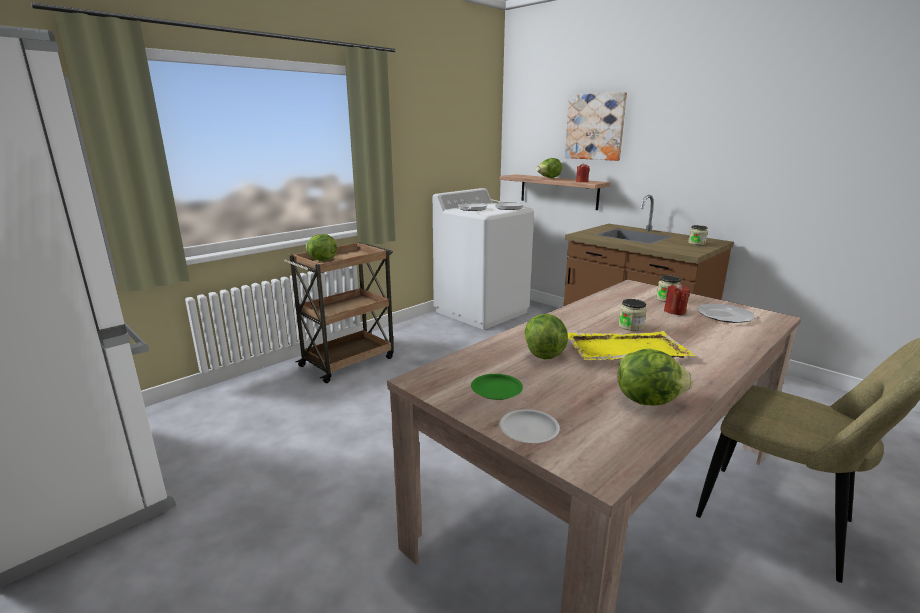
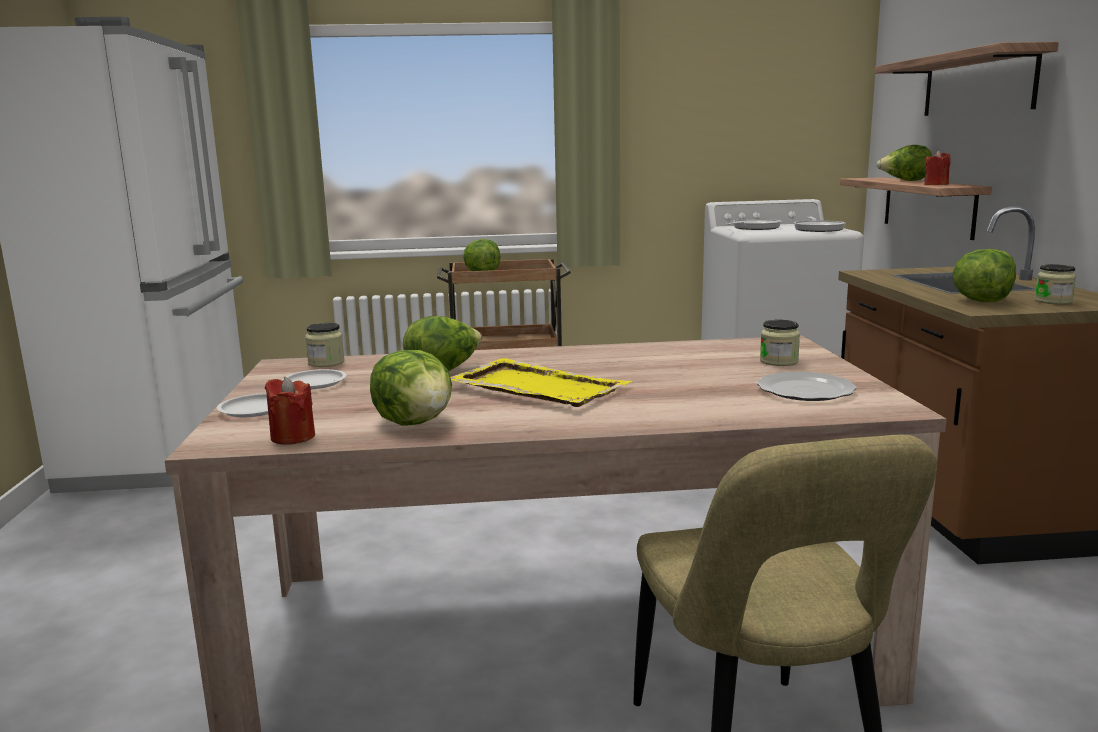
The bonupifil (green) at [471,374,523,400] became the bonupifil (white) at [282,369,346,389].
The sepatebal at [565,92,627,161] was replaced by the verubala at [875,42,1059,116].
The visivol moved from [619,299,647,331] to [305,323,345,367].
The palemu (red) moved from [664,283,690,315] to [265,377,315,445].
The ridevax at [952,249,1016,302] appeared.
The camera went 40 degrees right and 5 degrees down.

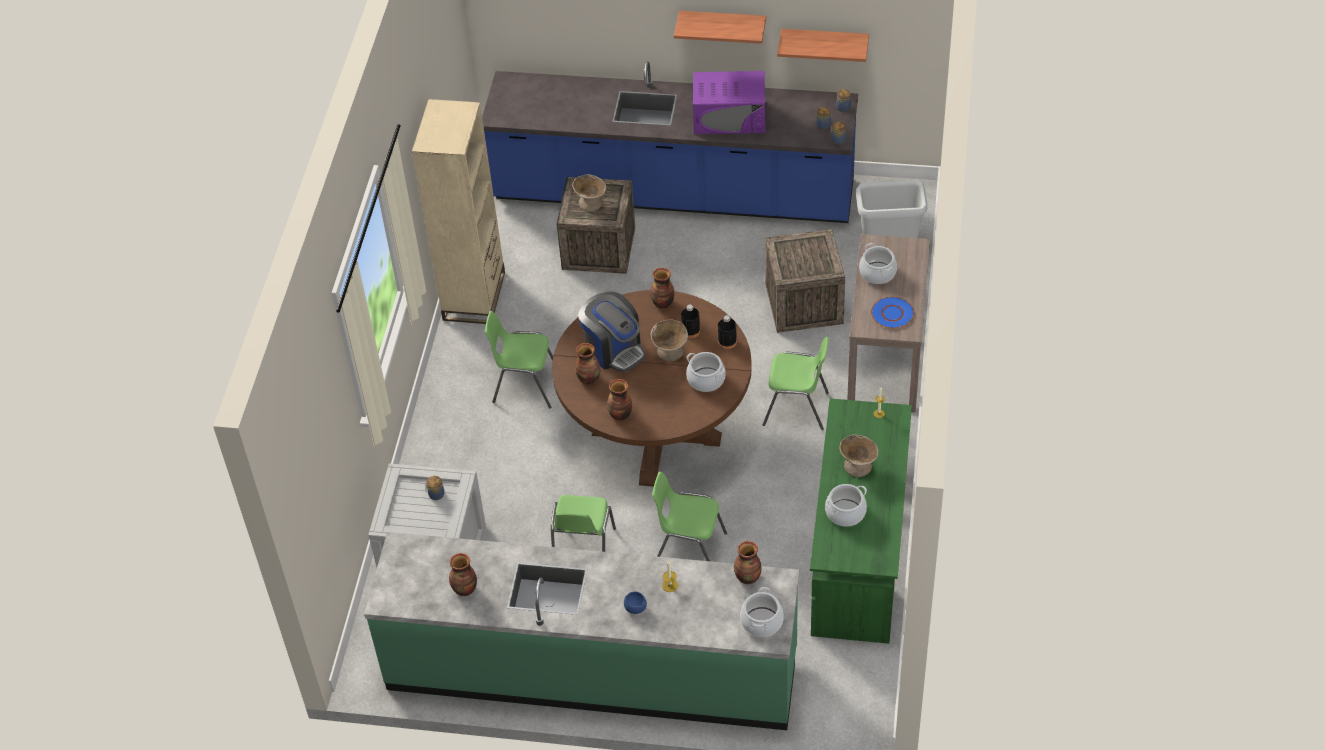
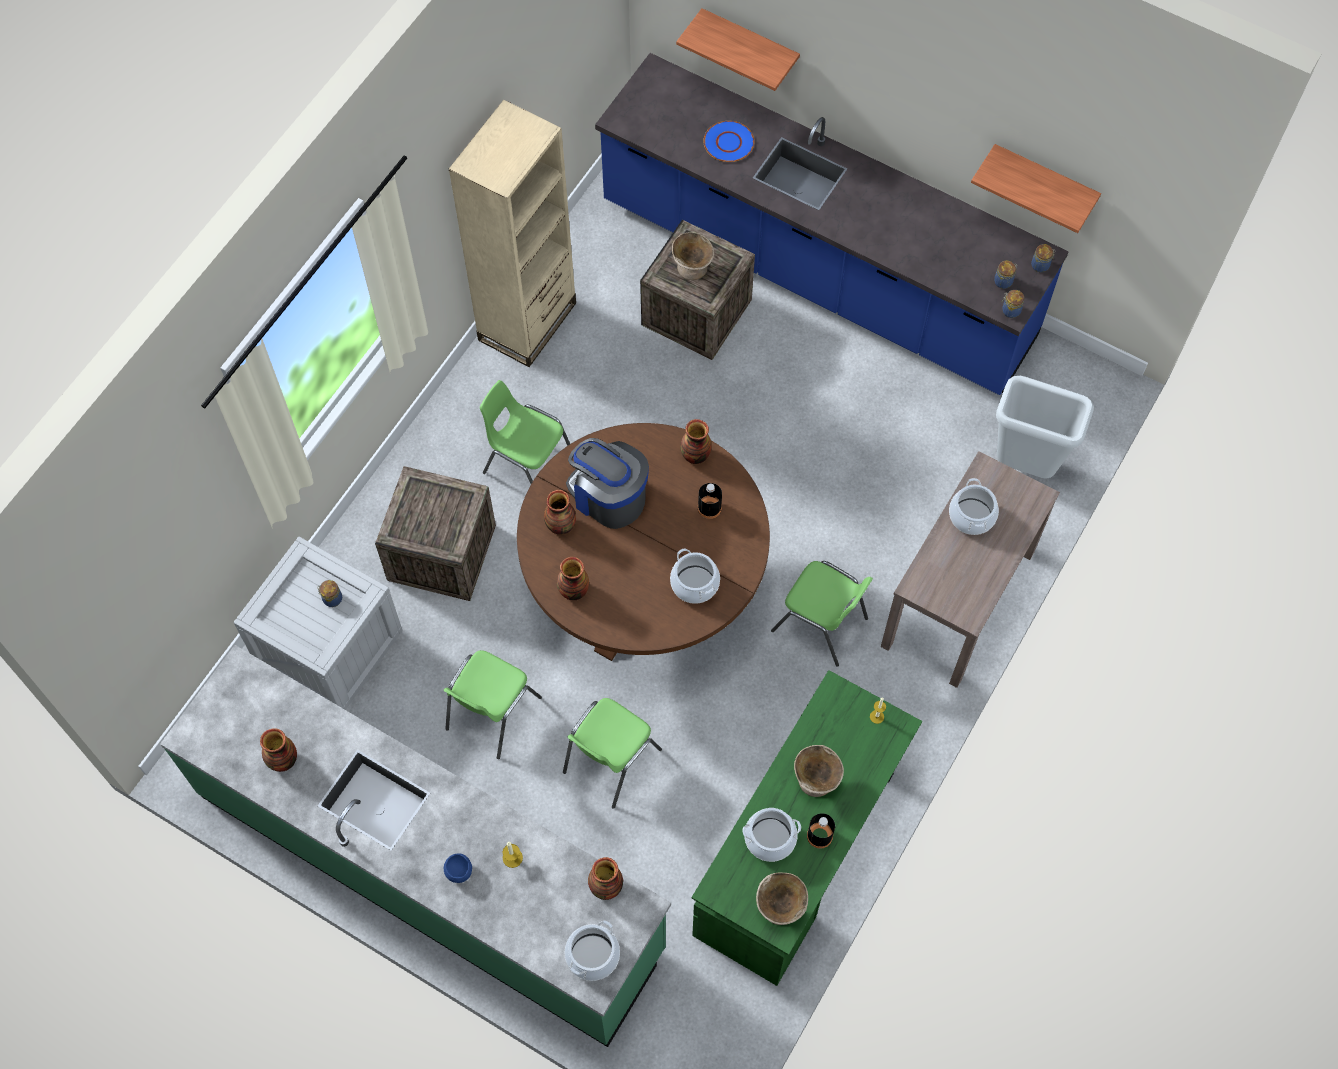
The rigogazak at [578,291,646,372] turned 150 degrees clockwise.
The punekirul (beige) moved from [651,320,688,362] to [756,873,808,925].
The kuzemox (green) at [652,472,727,561] turned 90 degrees counterclockwise.
The verubala moved from [674,11,766,44] to [676,8,800,91].
The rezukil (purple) at [693,71,765,134] disappeared.
The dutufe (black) moved from [718,315,737,349] to [807,813,835,849].
The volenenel moved from [765,229,845,333] to [375,466,496,601].
The bonupifil (blue) moved from [871,297,914,329] to [703,121,754,162].
The camera went 20 degrees right and 15 degrees up.

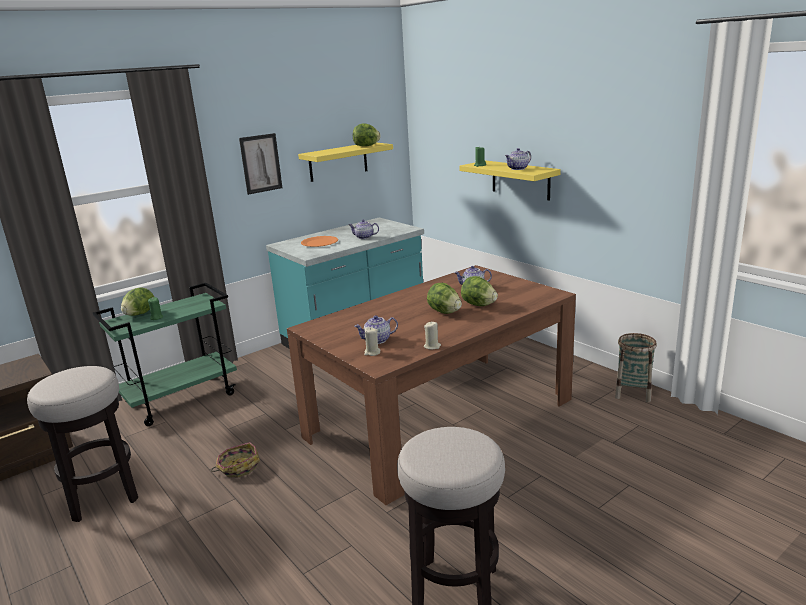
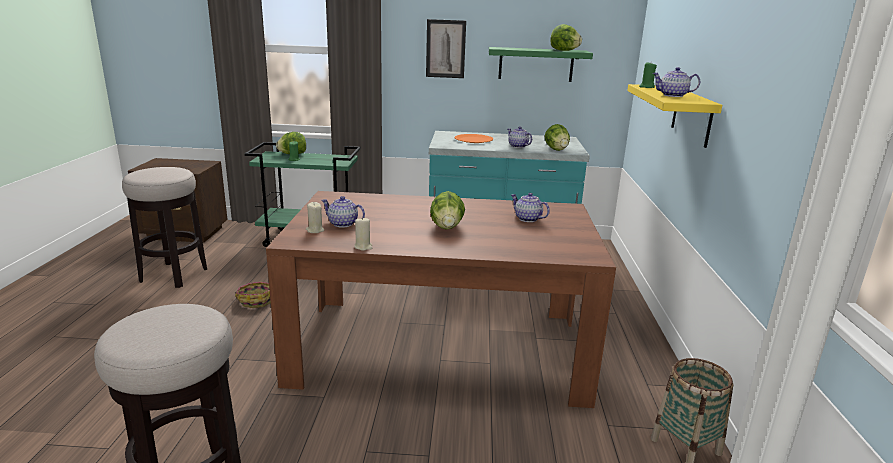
The verubala (yellow) at [298,143,393,182] became the verubala (green) at [489,47,593,82].
The ridevax moved from [461,276,498,306] to [544,124,570,151].
The camera went 40 degrees right and 0 degrees up.

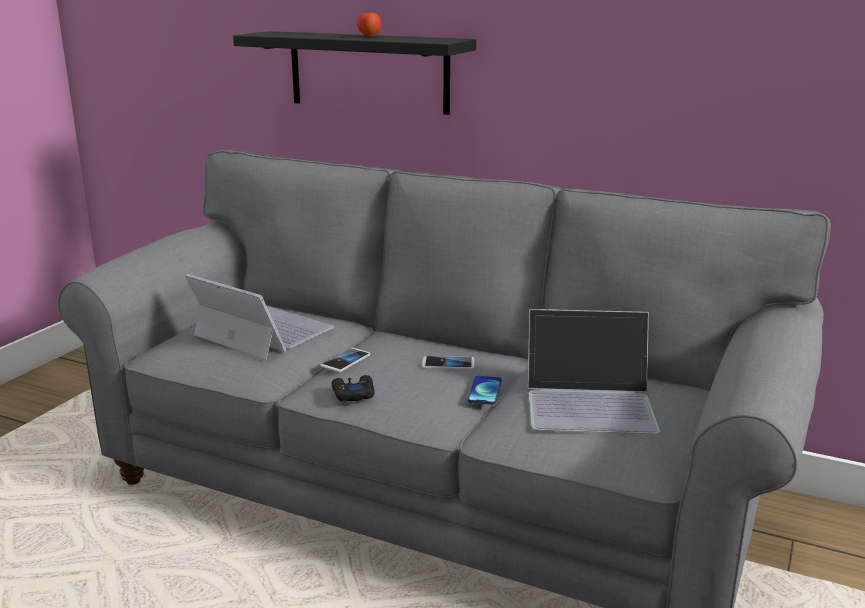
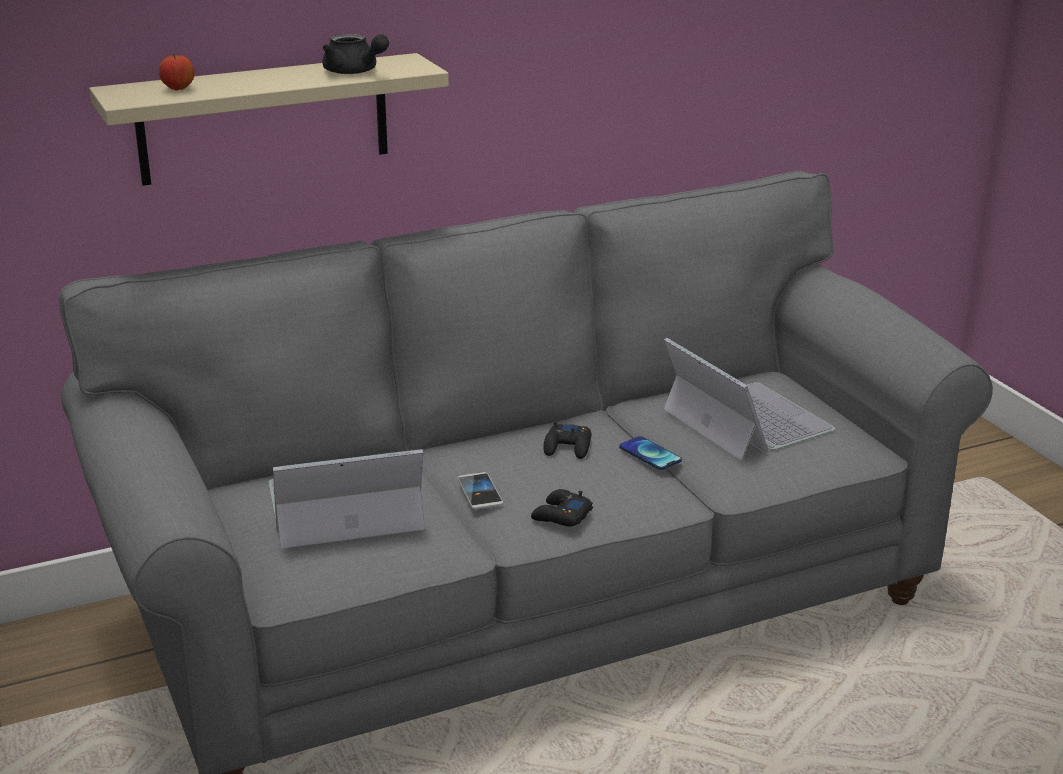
The verubala (black) at [233,31,476,115] became the verubala (beige) at [89,53,449,186].
The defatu moved from [357,10,381,37] to [159,54,194,90].
The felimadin at [422,356,475,369] was replaced by the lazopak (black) at [543,422,592,459].
The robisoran at [527,309,660,434] turned 75 degrees counterclockwise.
The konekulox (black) at [322,34,389,74] appeared.
The camera went 50 degrees left and 5 degrees up.

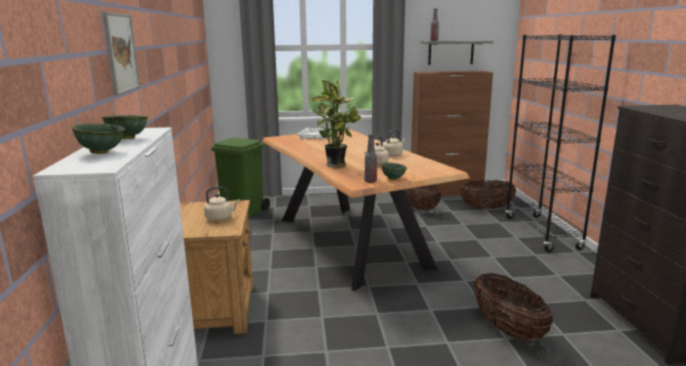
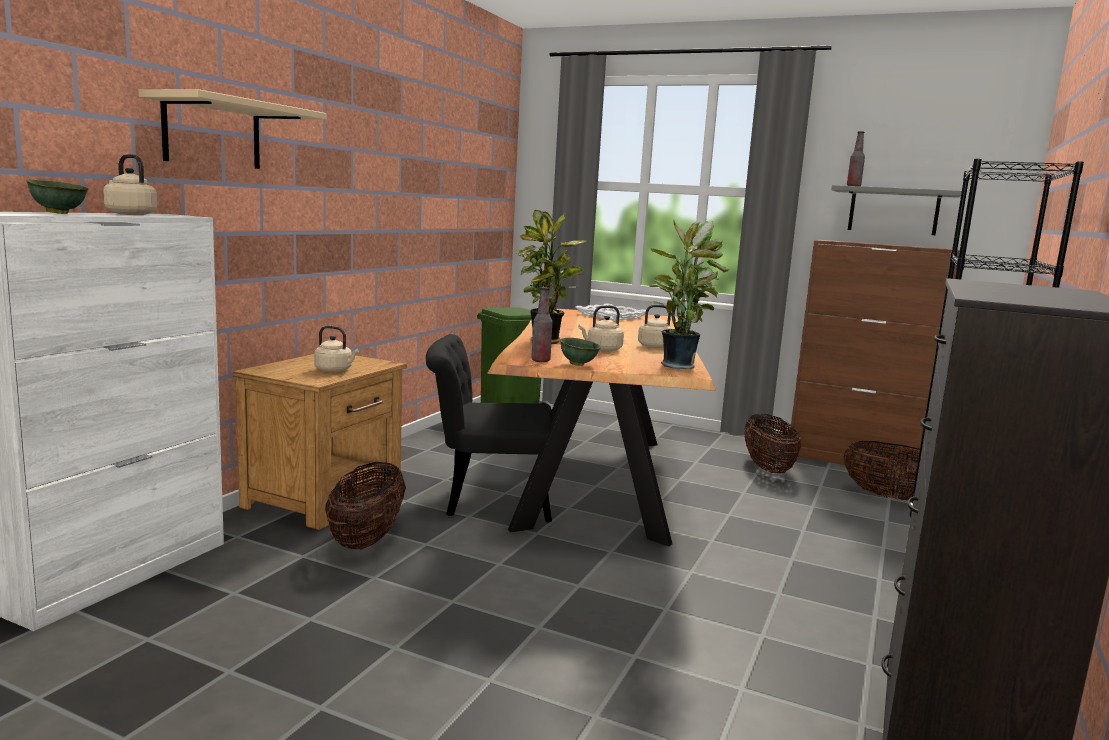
The sepatebal at [102,12,140,95] was replaced by the verubala (beige) at [138,89,326,169].
The punekirul (green) at [102,115,148,139] was replaced by the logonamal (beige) at [103,154,157,215].
The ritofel moved from [473,273,553,341] to [325,462,406,549].
The kuzemox (black) at [426,334,552,522] appeared.
The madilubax at [650,221,729,369] appeared.
The camera went 30 degrees right and 5 degrees down.

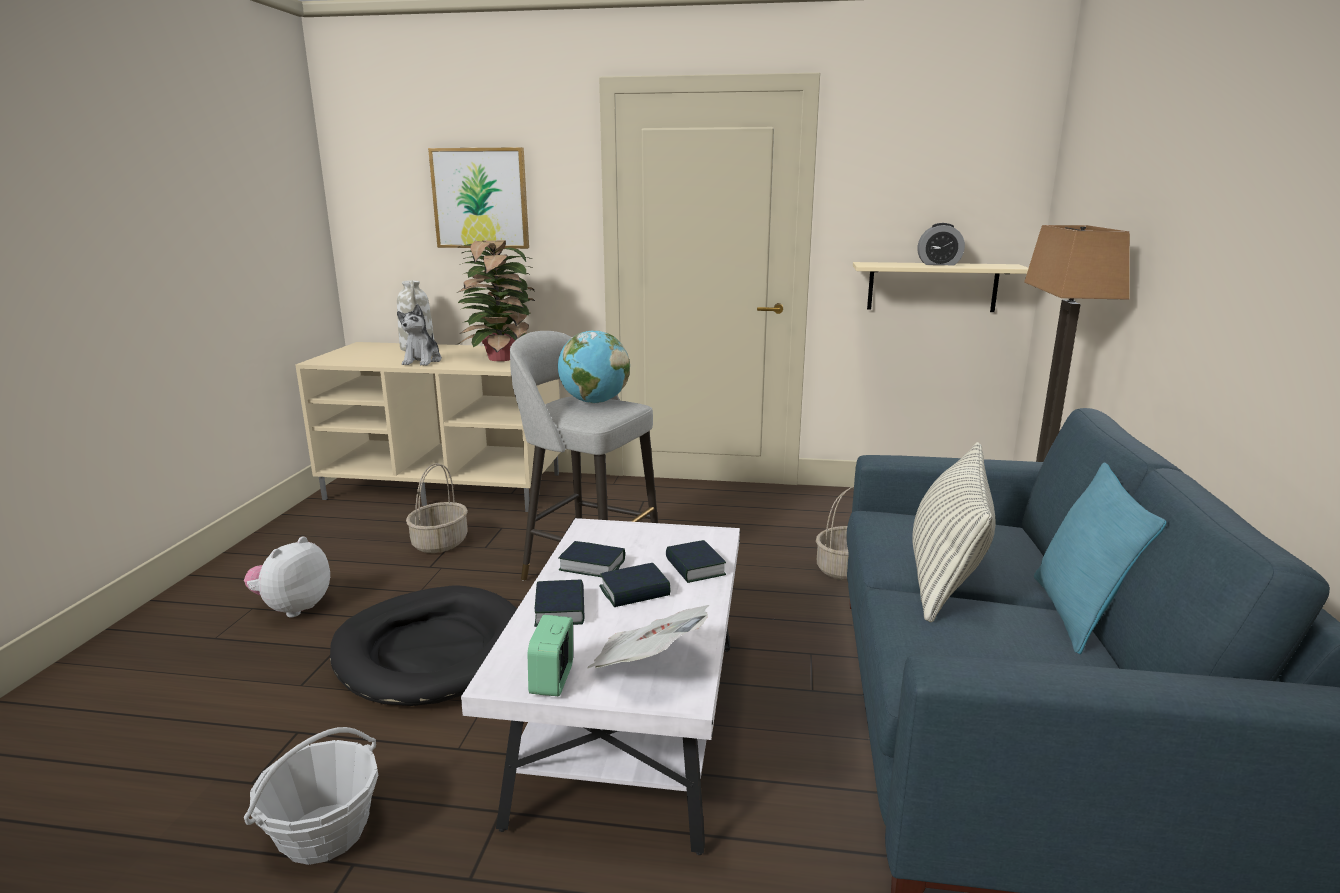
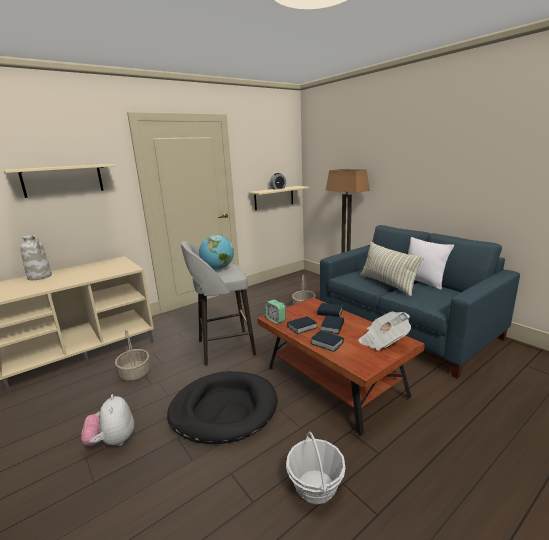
The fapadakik at [397,304,442,366] disappeared.
The sepatebal at [428,147,529,249] was replaced by the verubala (beige) at [4,164,115,198].
The madilubax at [457,240,535,361] disappeared.
The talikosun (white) at [461,518,740,855] became the talikosun (brown) at [257,297,425,436].
The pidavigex moved from [528,615,573,696] to [265,300,286,324].
The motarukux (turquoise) at [1034,463,1167,654] became the motarukux (white) at [408,237,454,289].
The camera went 45 degrees left and 0 degrees up.

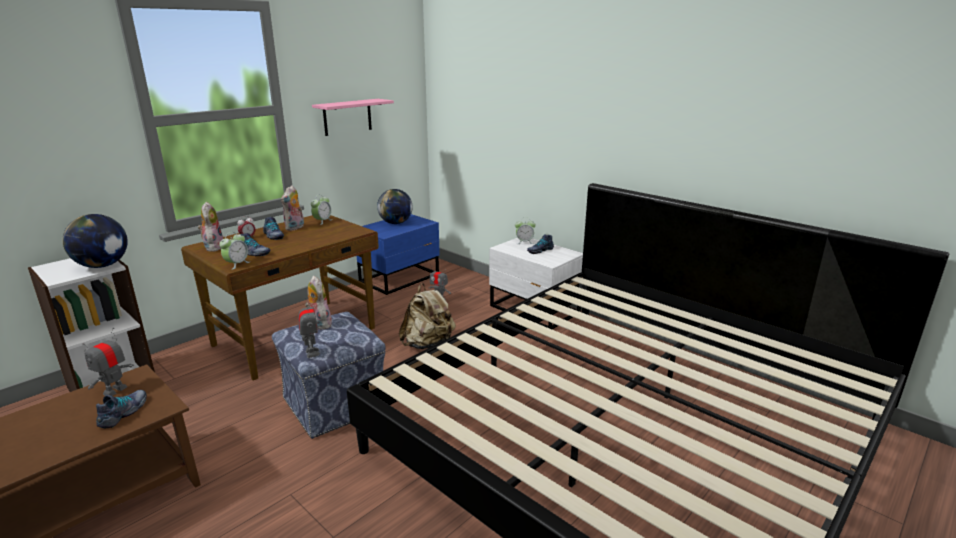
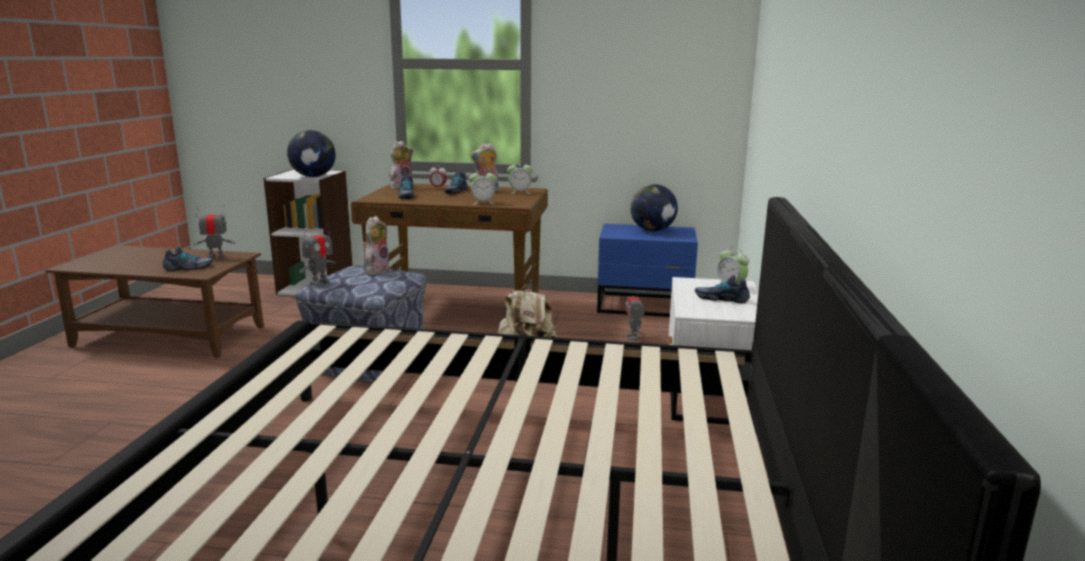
The pidavigex moved from [219,232,250,270] to [469,168,497,205].
The verubala (pink) at [312,99,394,136] disappeared.
The camera went 55 degrees right and 5 degrees down.

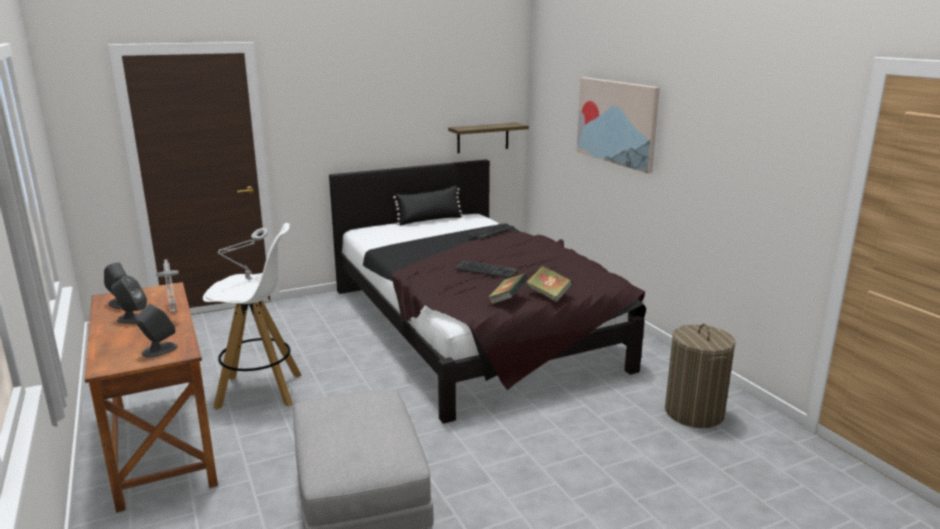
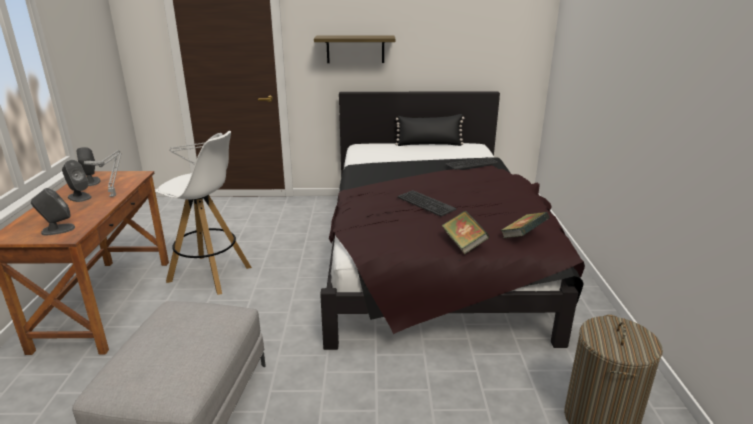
The verubala moved from [448,122,529,153] to [314,35,396,63].
The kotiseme moved from [488,273,528,305] to [500,212,550,238].
The sepatebal at [576,77,660,173] disappeared.
The camera went 25 degrees right and 5 degrees up.

